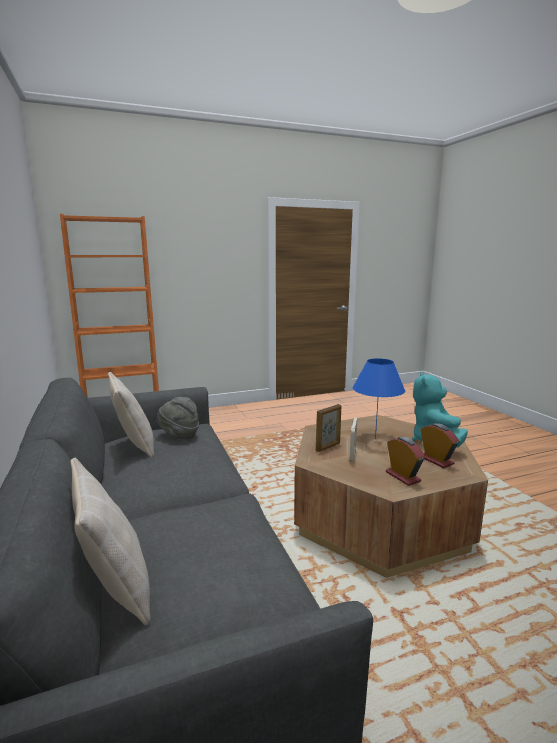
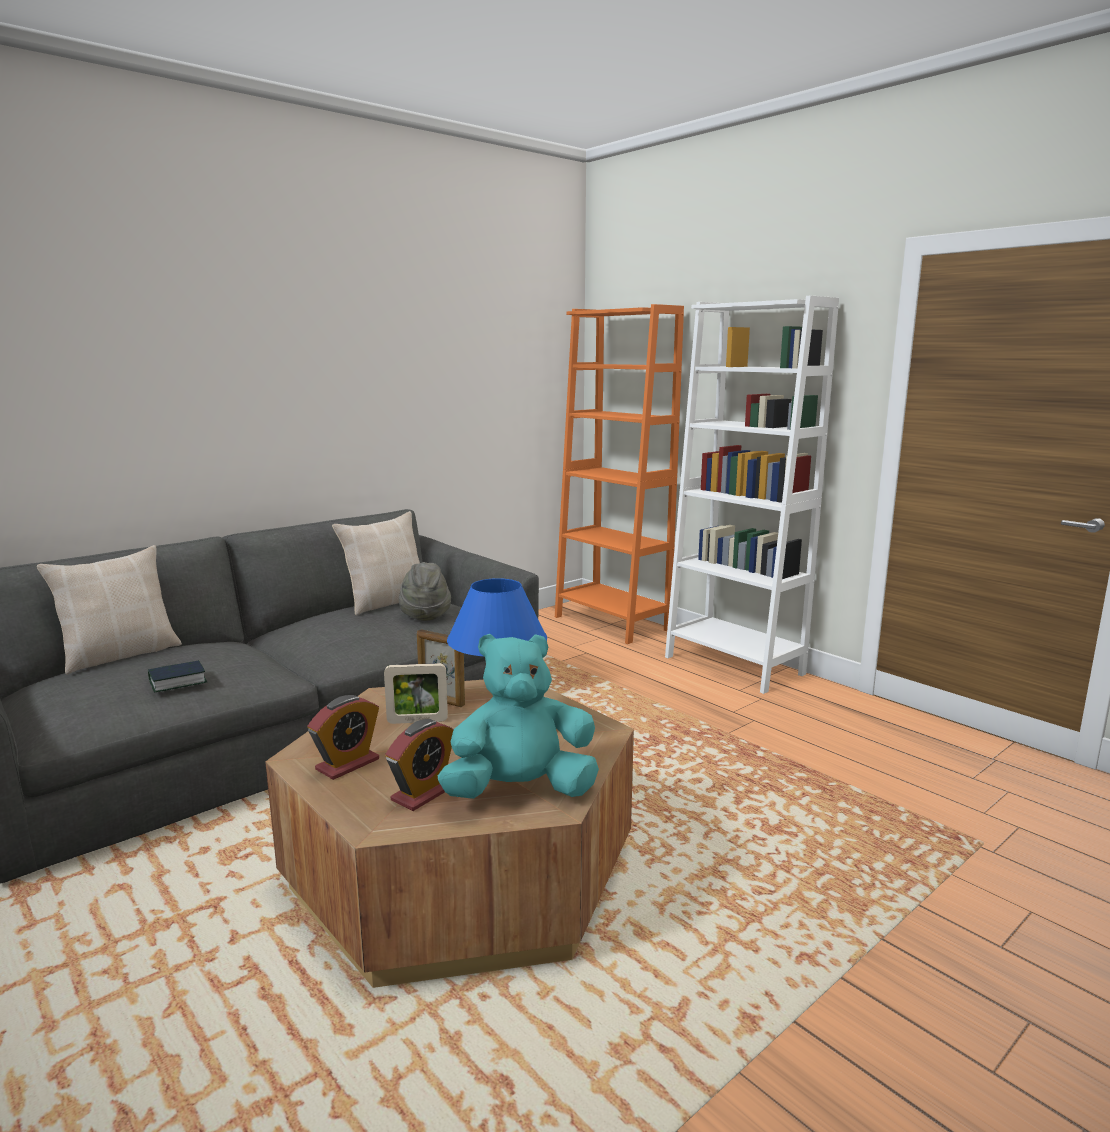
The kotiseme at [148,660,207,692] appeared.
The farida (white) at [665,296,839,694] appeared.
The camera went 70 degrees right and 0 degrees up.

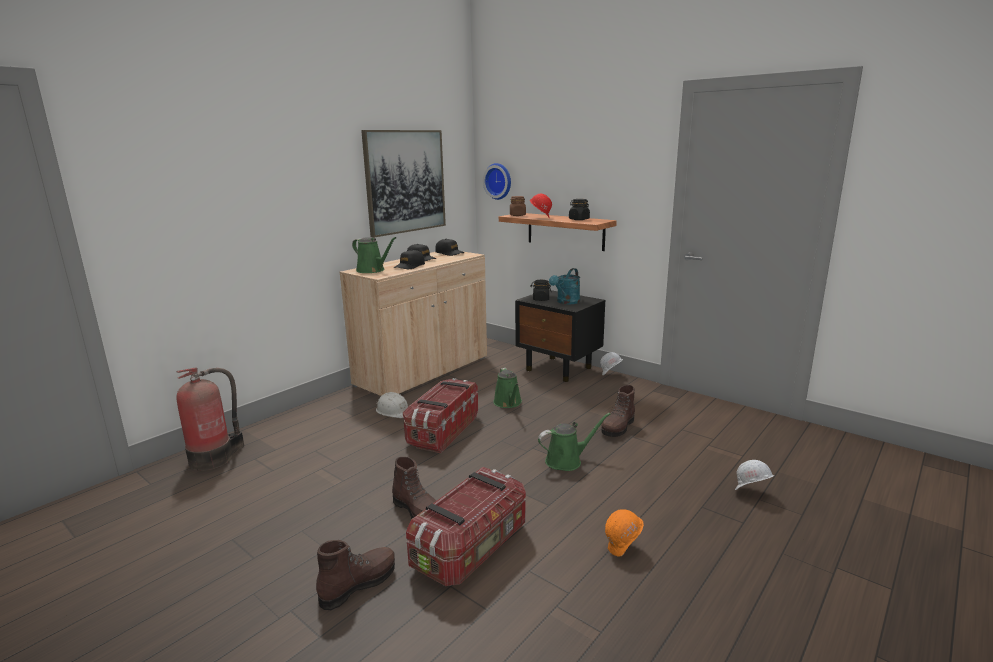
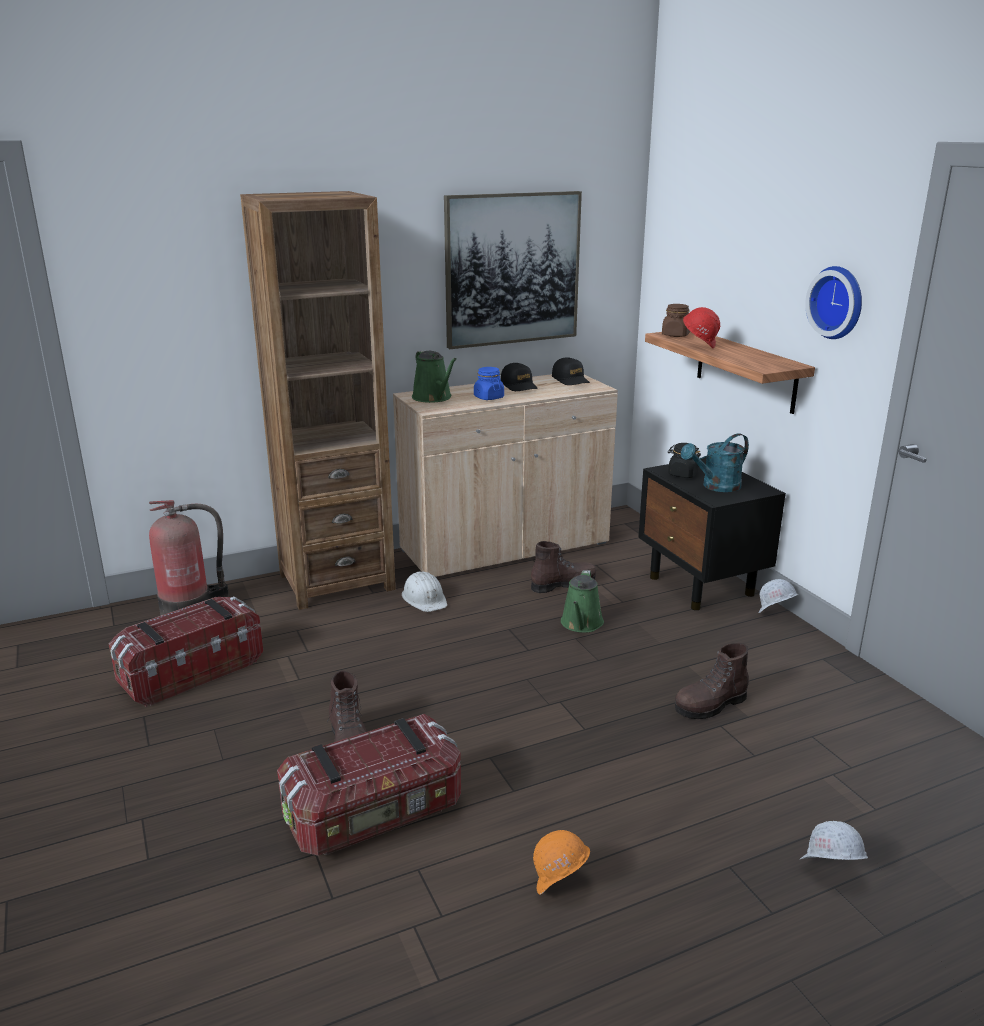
The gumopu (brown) moved from [316,540,395,610] to [531,541,596,593].
The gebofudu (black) at [394,250,425,269] was replaced by the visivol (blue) at [474,367,504,400].
The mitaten moved from [403,378,478,453] to [109,597,263,707].
The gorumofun moved from [483,163,511,200] to [805,266,862,339].
The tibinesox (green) at [538,413,610,471] disappeared.
The visivol (black) at [569,199,590,220] disappeared.
The farida (brown) at [240,191,396,610] appeared.
The camera went 25 degrees right and 5 degrees up.

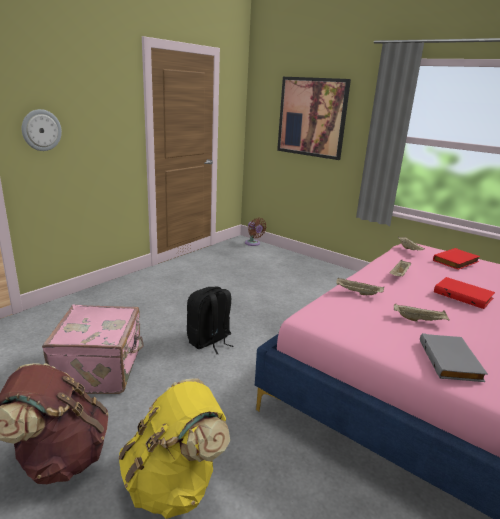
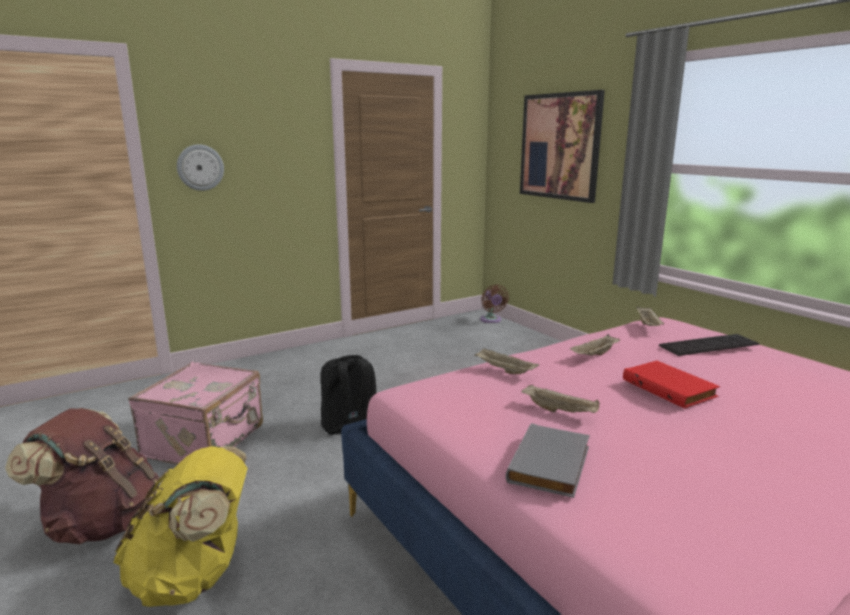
The kotiseme (red) at [433,248,480,270] was replaced by the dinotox at [659,334,760,356].
The camera went 20 degrees right and 5 degrees down.

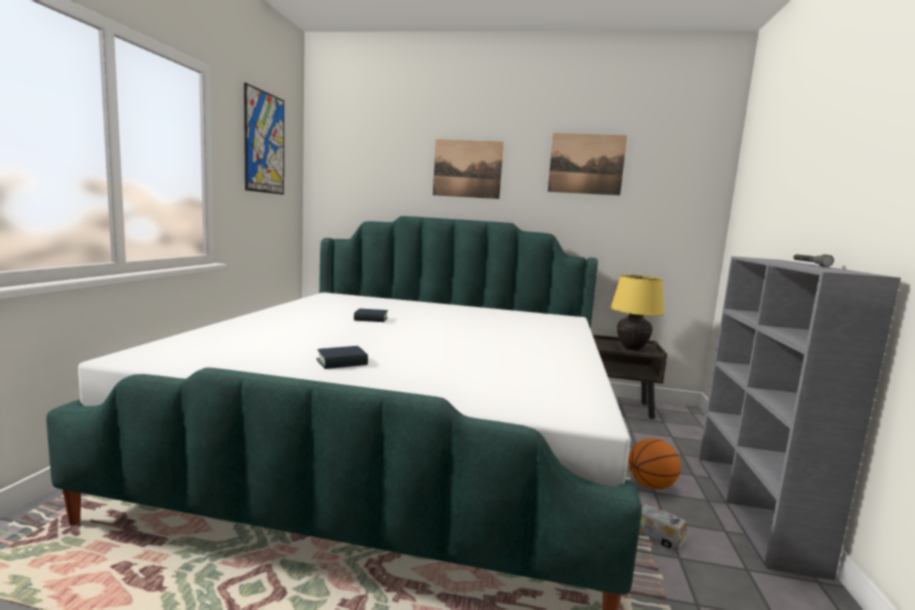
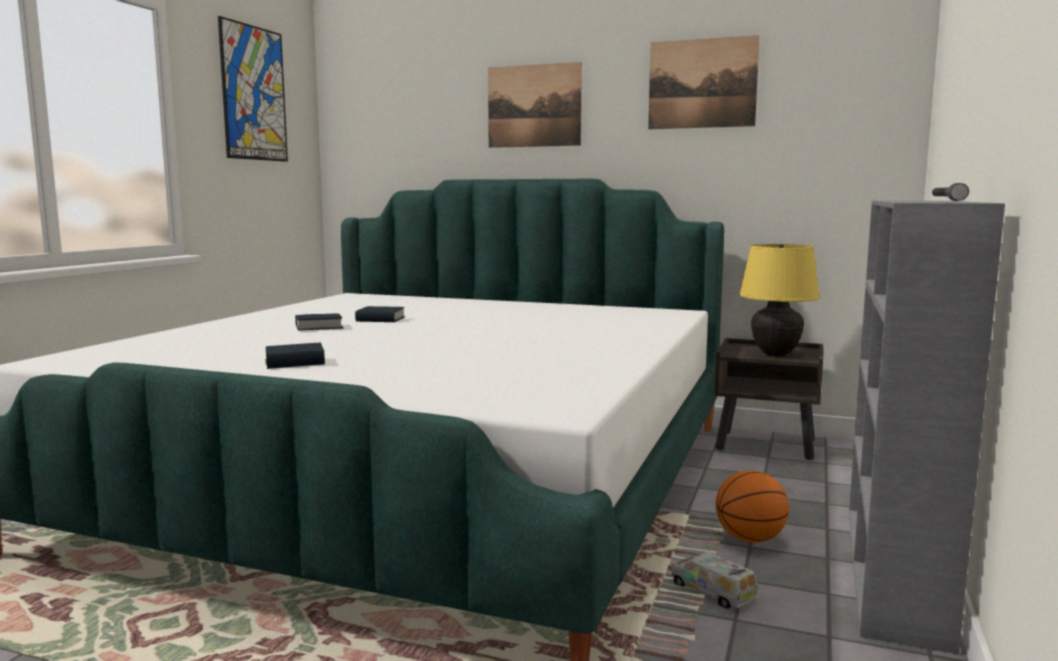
The kotiseme at [295,313,343,330] appeared.
The camera went 10 degrees right and 0 degrees up.

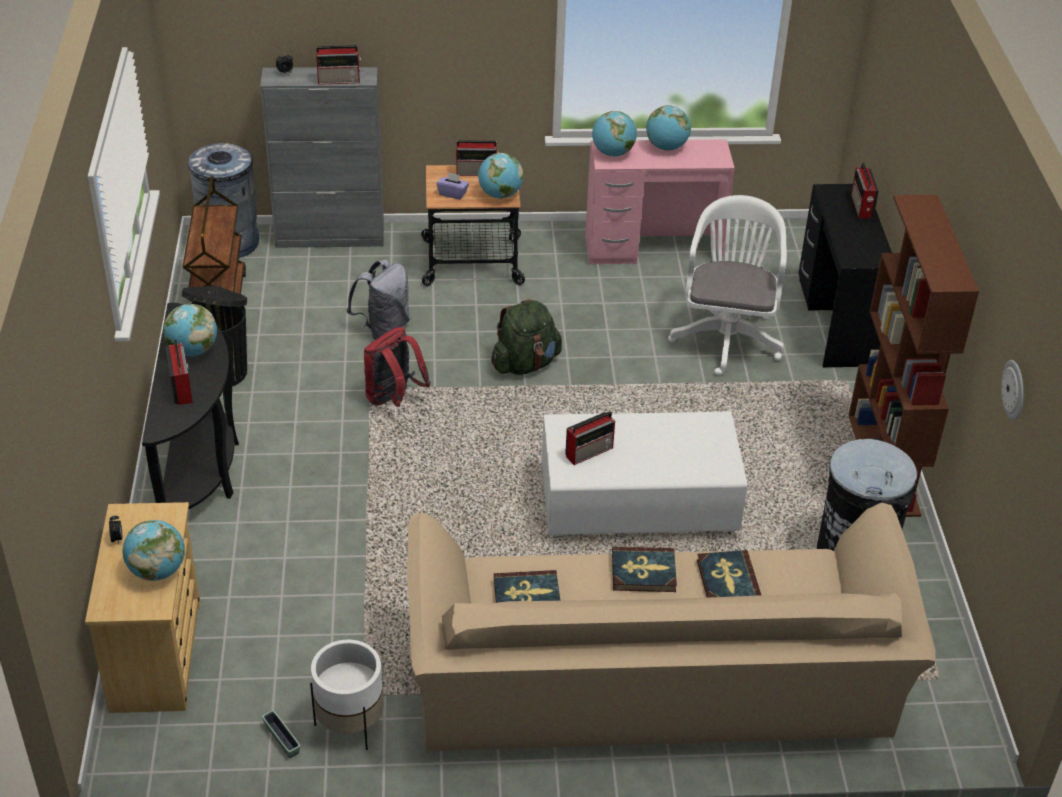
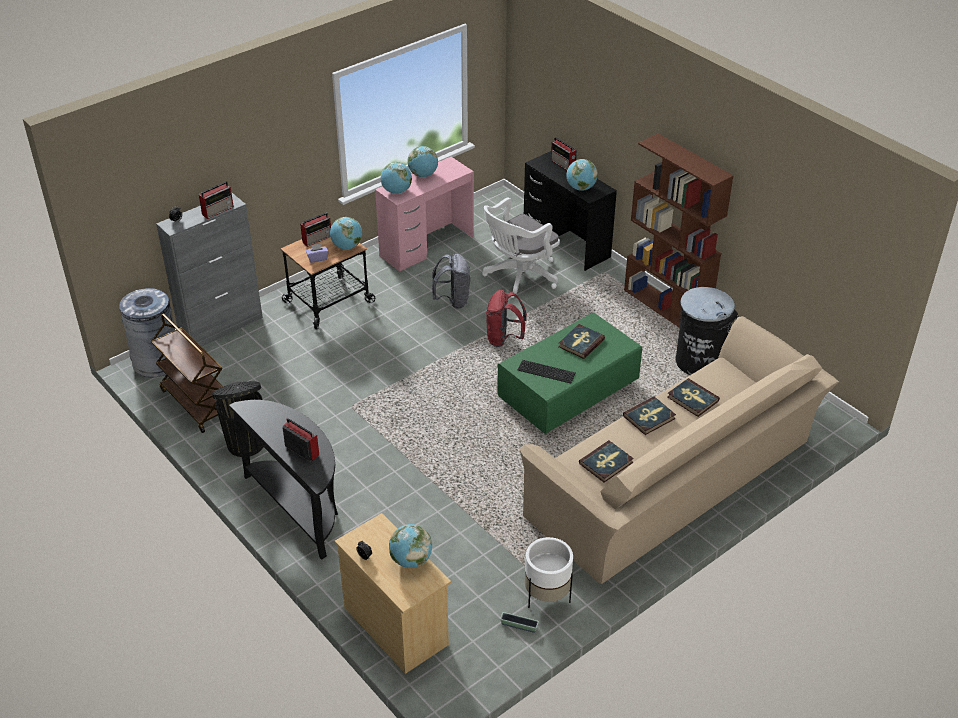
The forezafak moved from [163,304,217,356] to [566,159,598,191].
The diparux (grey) moved from [346,260,410,340] to [432,253,470,309].
The diparux (red) moved from [364,327,431,407] to [486,290,527,347].
The diparux (green) at [491,299,562,375] disappeared.
The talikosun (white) at [542,412,747,535] became the talikosun (green) at [497,312,642,434].
The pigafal at [565,411,615,465] was replaced by the dinotox at [518,360,576,384].
The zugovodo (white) at [668,195,787,376] turned 105 degrees counterclockwise.
The gorumofun at [1001,360,1024,420] disappeared.
The kotiseme at [559,324,605,359] appeared.
The camera went 35 degrees left and 0 degrees up.

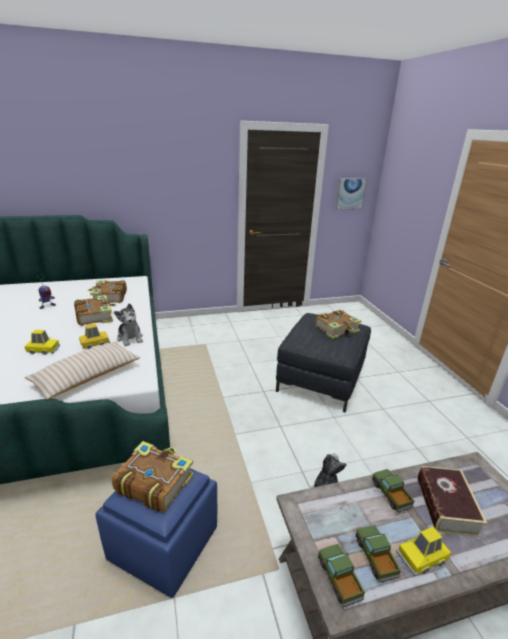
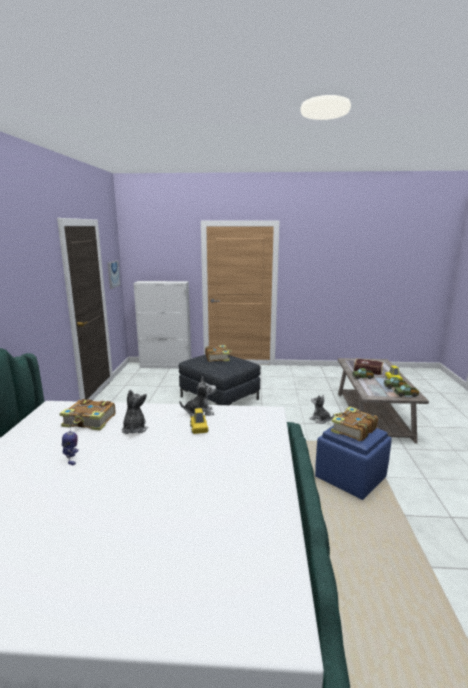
The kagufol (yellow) at [25,330,60,355] disappeared.
The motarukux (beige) at [25,341,140,400] disappeared.
The kotiseme at [74,295,117,326] was replaced by the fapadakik at [122,390,148,434].
The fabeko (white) at [133,281,191,369] appeared.
The camera went 70 degrees left and 10 degrees down.

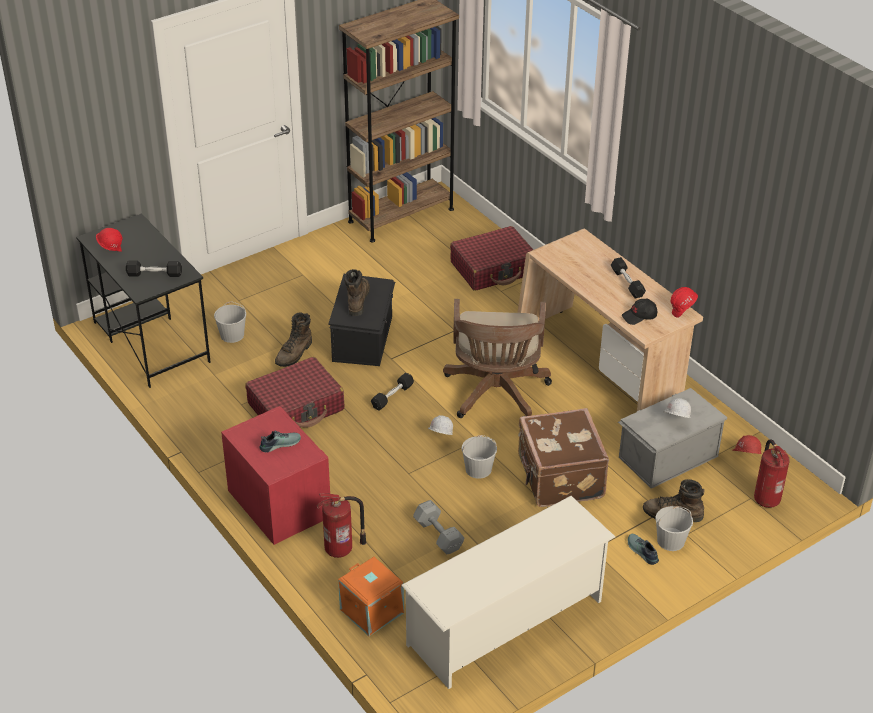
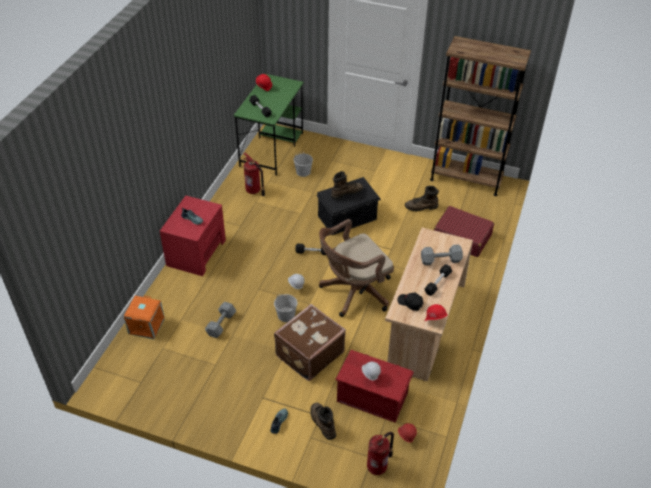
The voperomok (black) at [76,214,211,388] became the voperomok (green) at [233,74,304,176].
The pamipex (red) at [245,357,344,428] disappeared.
The gumopu (brown) moved from [275,313,312,367] to [405,186,439,211].
The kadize moved from [317,493,367,558] to [243,153,265,196].
The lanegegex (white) at [401,496,615,689] disappeared.
The mitaten (grey) at [618,388,727,489] became the mitaten (red) at [335,350,414,423].
The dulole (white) at [655,506,693,551] disappeared.
The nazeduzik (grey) at [421,244,463,265] appeared.
The camera went 55 degrees right and 5 degrees up.

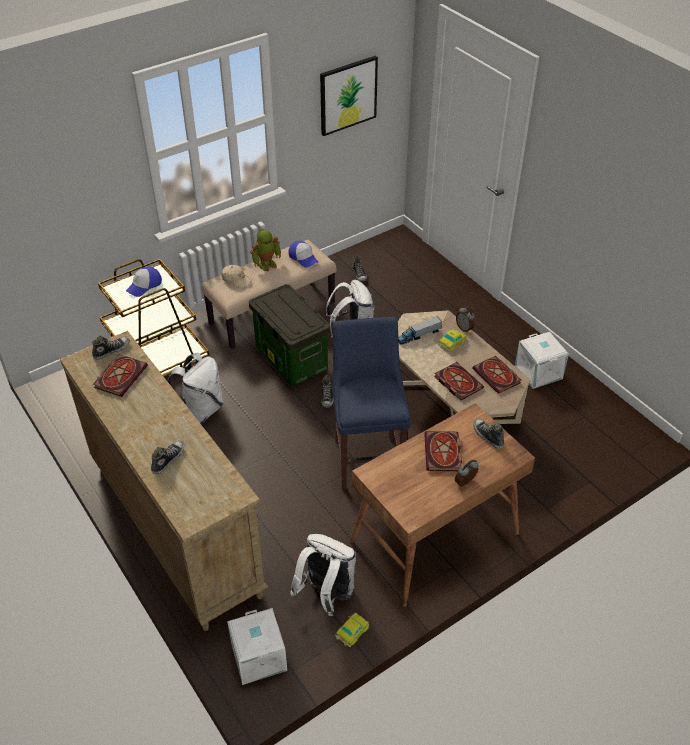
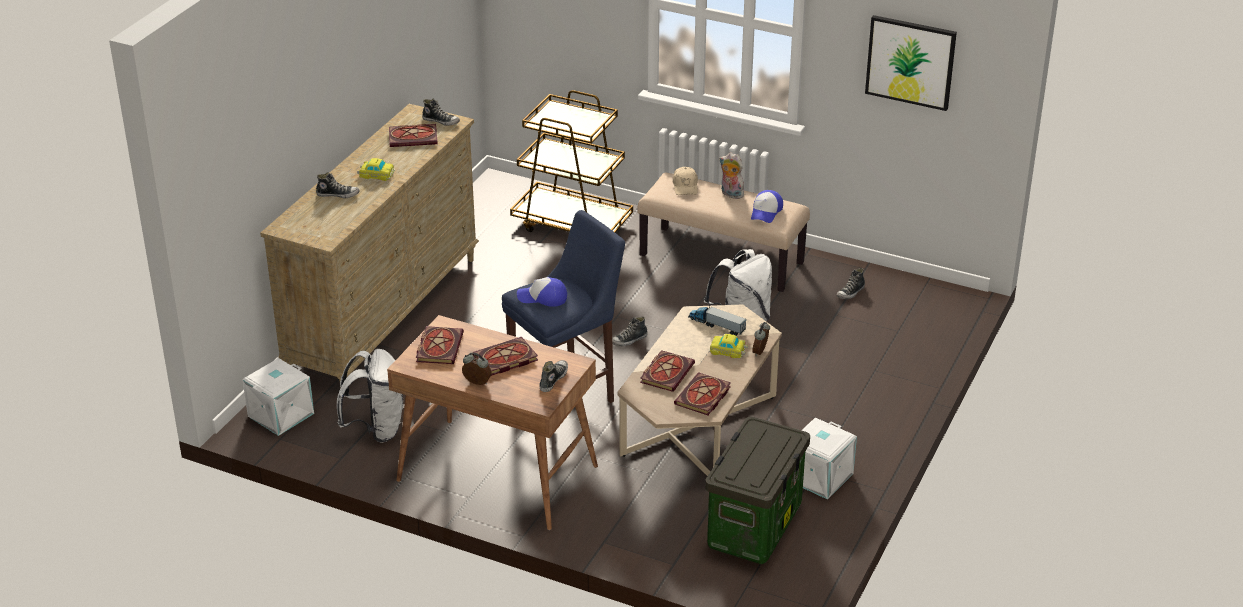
The gebofudu moved from [126,266,162,297] to [517,277,567,307].
The diparux (white) at [167,353,224,424] disappeared.
The mitaten moved from [249,284,330,386] to [705,417,810,564].
The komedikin at [250,229,281,272] was replaced by the fapadakik at [719,153,744,199].
The kagufol moved from [335,613,369,647] to [357,158,394,181].
The kotiseme at [416,326,464,364] appeared.
The camera went 60 degrees right and 10 degrees down.

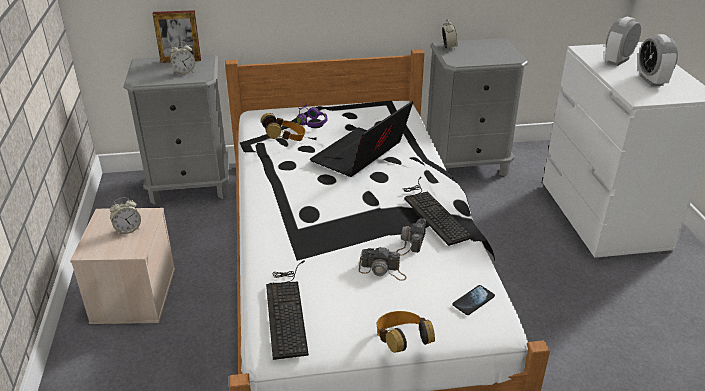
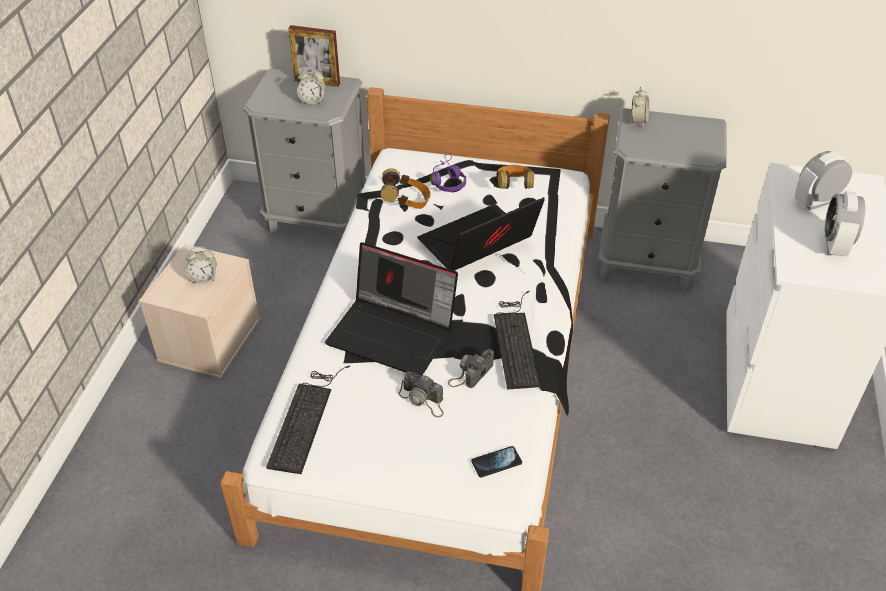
The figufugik moved from [377,311,435,353] to [496,165,534,189].
The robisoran at [325,243,458,376] appeared.
The camera went 20 degrees right and 10 degrees up.

